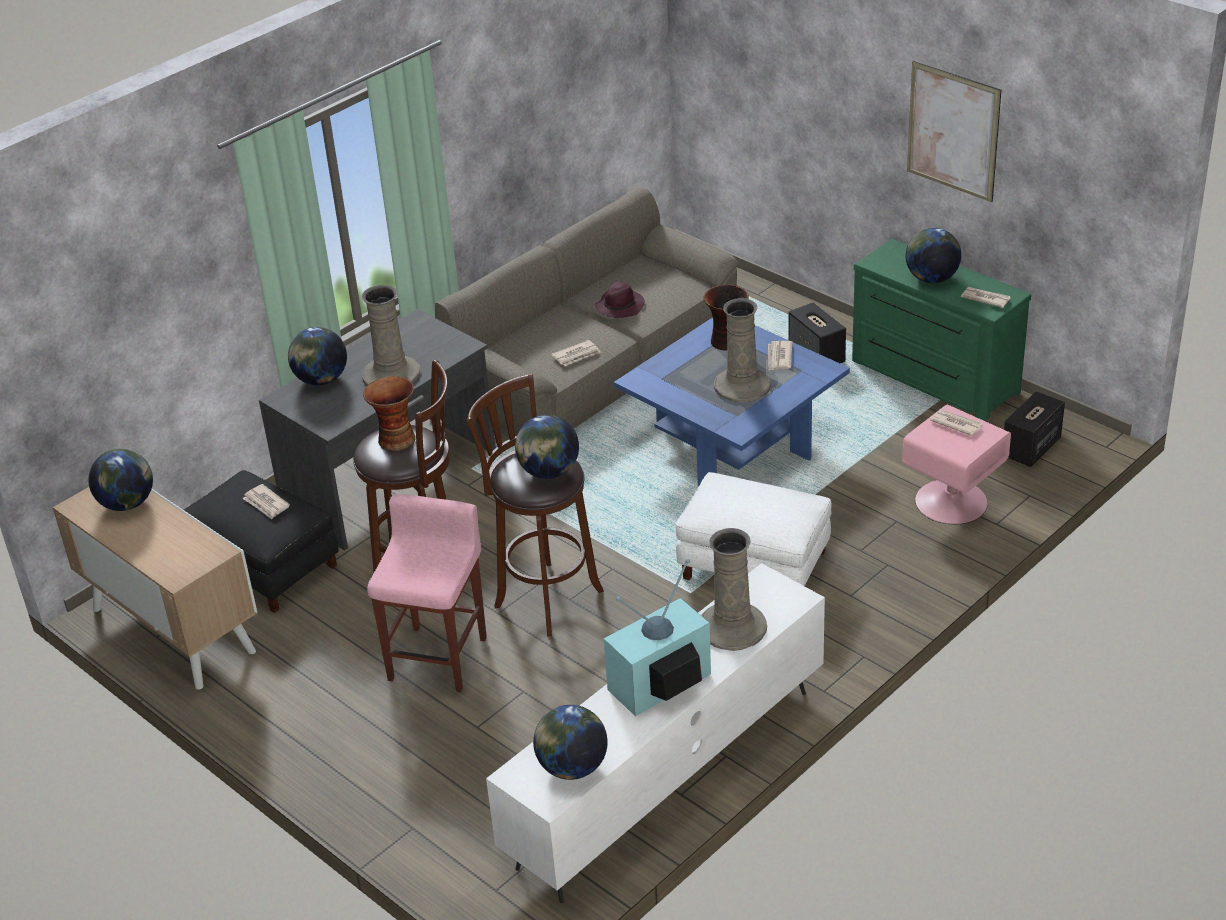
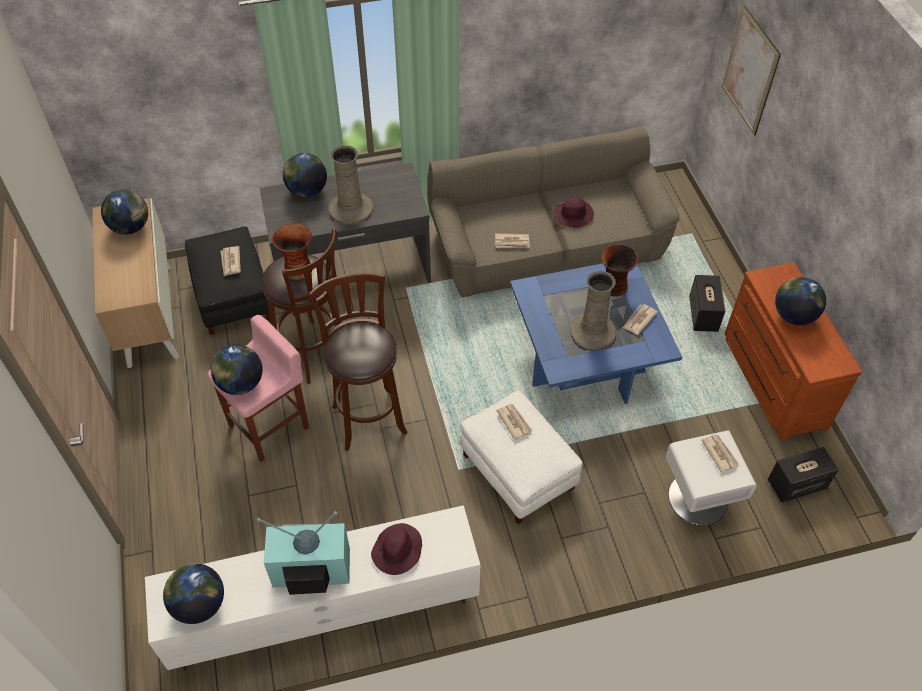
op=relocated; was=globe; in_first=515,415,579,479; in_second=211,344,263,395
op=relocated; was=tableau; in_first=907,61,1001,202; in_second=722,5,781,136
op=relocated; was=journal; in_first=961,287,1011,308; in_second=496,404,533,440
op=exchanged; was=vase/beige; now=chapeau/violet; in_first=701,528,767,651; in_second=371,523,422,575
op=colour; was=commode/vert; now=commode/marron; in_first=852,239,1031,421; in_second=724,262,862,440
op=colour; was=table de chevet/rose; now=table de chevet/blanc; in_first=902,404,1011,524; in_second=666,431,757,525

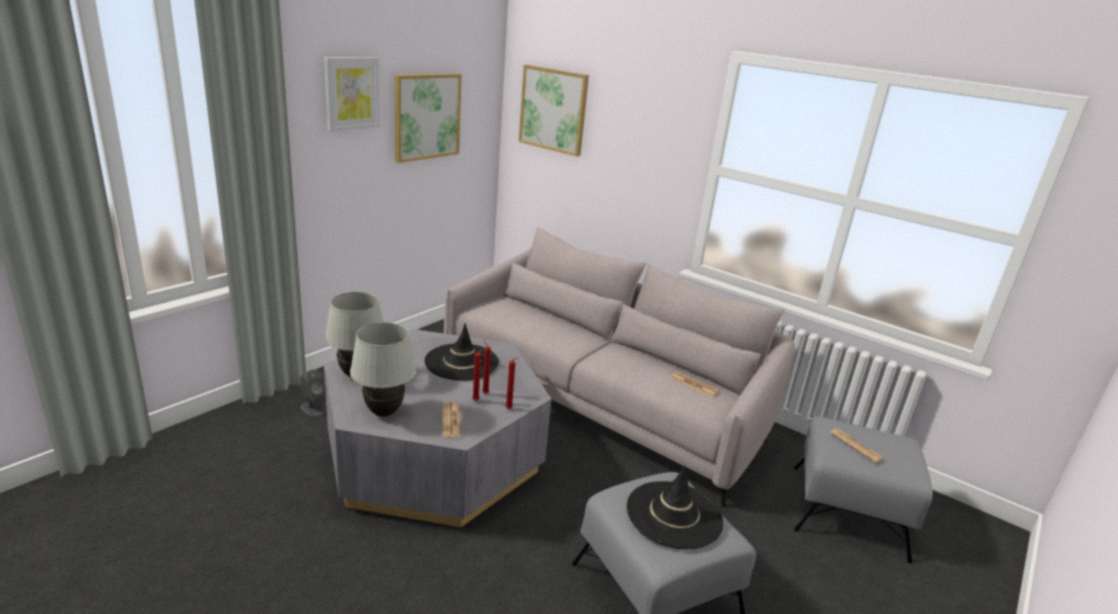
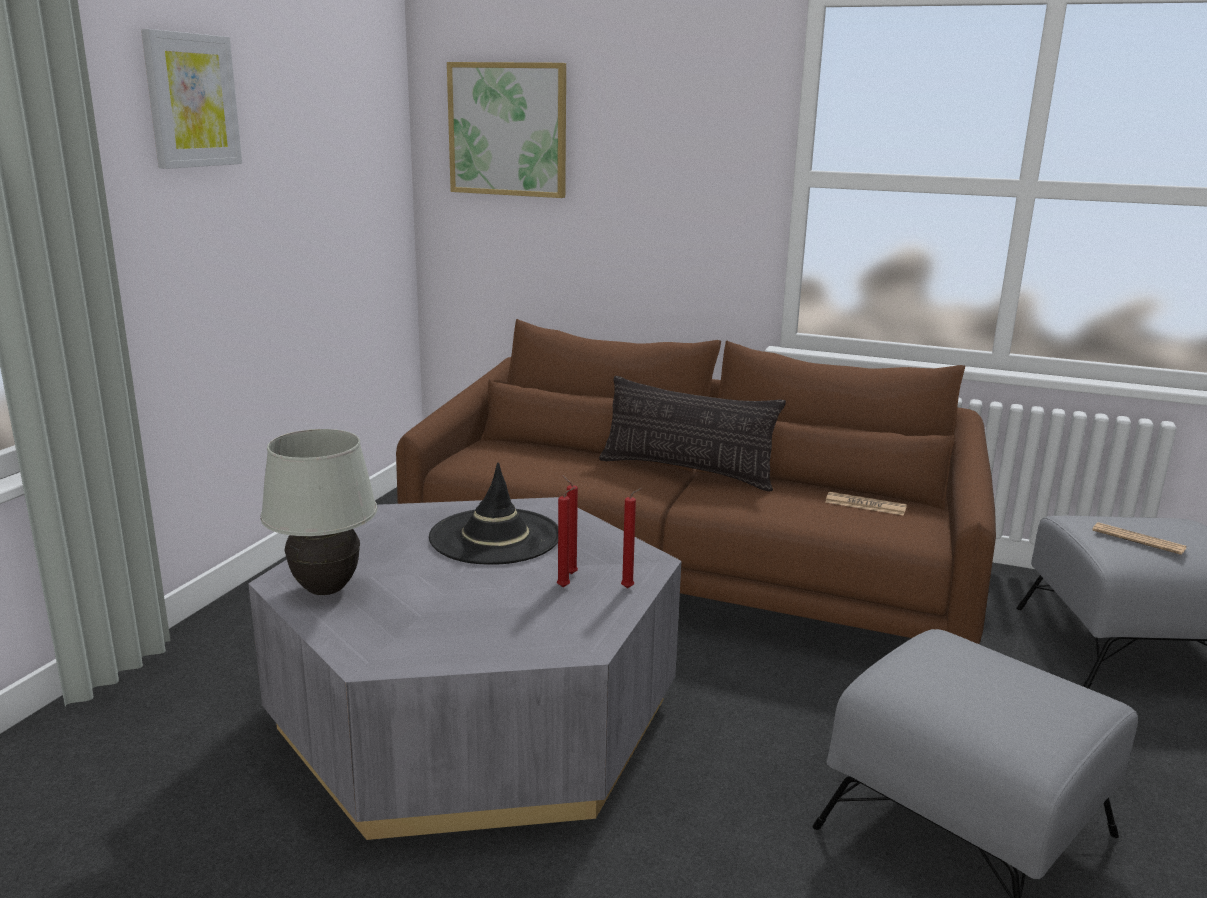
op=missing; was=enceinte/gris; in_first=300,369,327,417
op=missing; was=lampe de table/blanc; in_first=350,322,416,417
op=missing; was=tableau; in_first=394,73,462,163
op=missing; was=journal; in_first=442,402,460,437
op=missing; was=chapeau/noir; in_first=626,465,723,549
op=appeared; now=coussin; in_second=599,376,786,492
op=colour; was=canapé/gris; now=canapé/marron; in_first=444,227,795,507; in_second=396,319,996,644

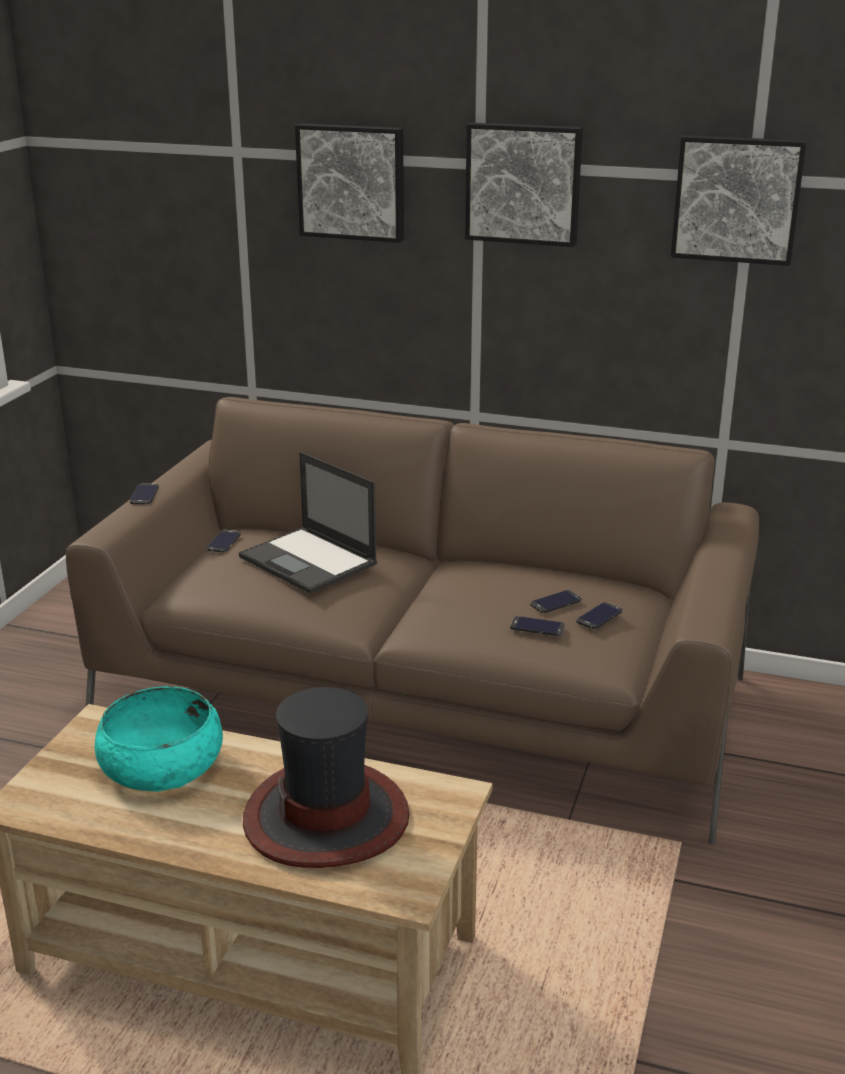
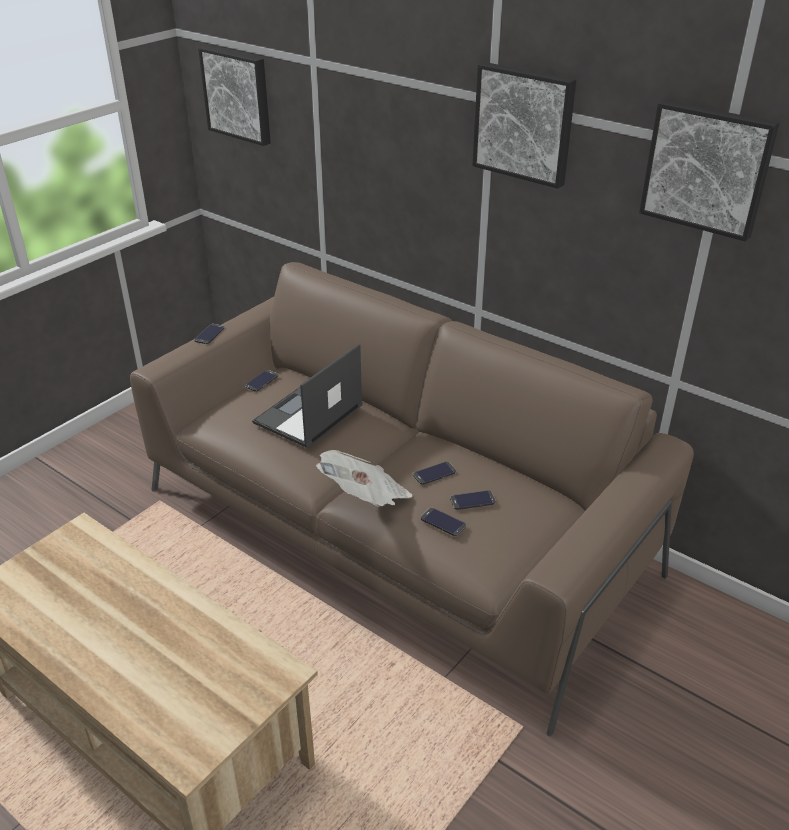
op=missing; was=bol/turquoise; in_first=95,686,223,792
op=missing; was=chapeau; in_first=243,687,410,868
op=appeared; now=journal; in_second=316,450,412,507
op=relocated; was=tableau; in_first=295,123,404,243; in_second=198,46,271,146
op=relocated; was=téléphone; in_first=576,602,623,629; in_second=413,462,456,485
op=spun; was=ordinateur portable; in_first=239,452,377,594; in_second=252,344,363,448; clockwise=60

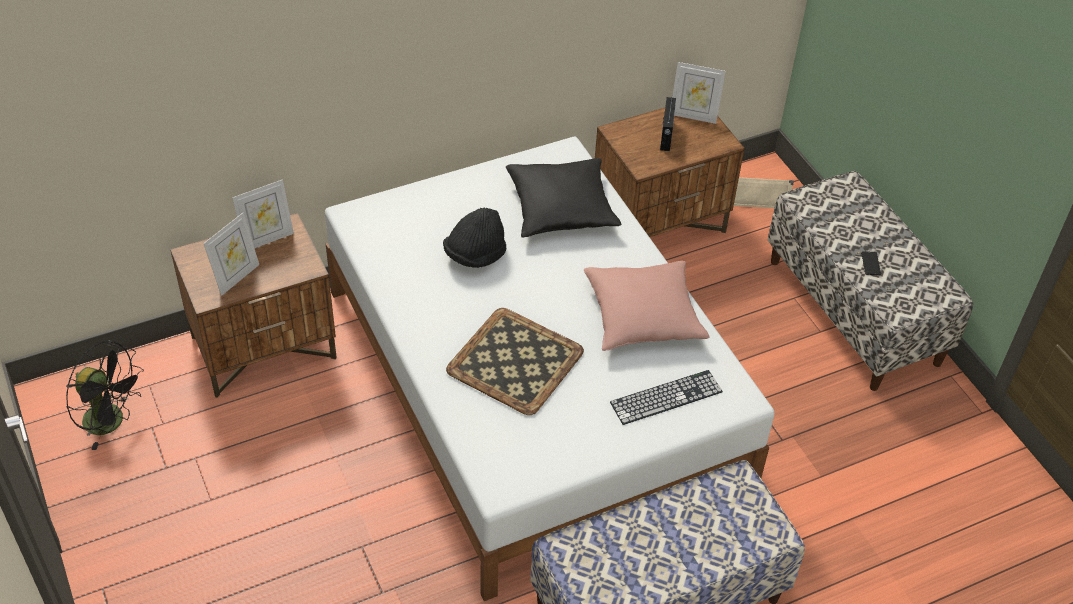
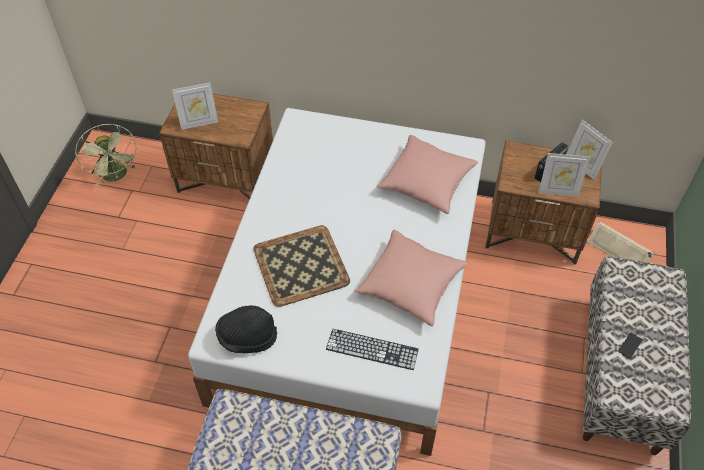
op=relocated; was=cadre photo; in_first=232,179,294,248; in_second=539,153,590,197
op=relocated; was=chapeau/noir; in_first=443,208,506,268; in_second=215,305,277,353
op=colour; was=ventilateur/noir; now=ventilateur/vert; in_first=66,340,144,450; in_second=75,124,138,187
op=colour; was=coussin/noir; now=coussin/rose; in_first=506,158,621,238; in_second=376,135,478,214

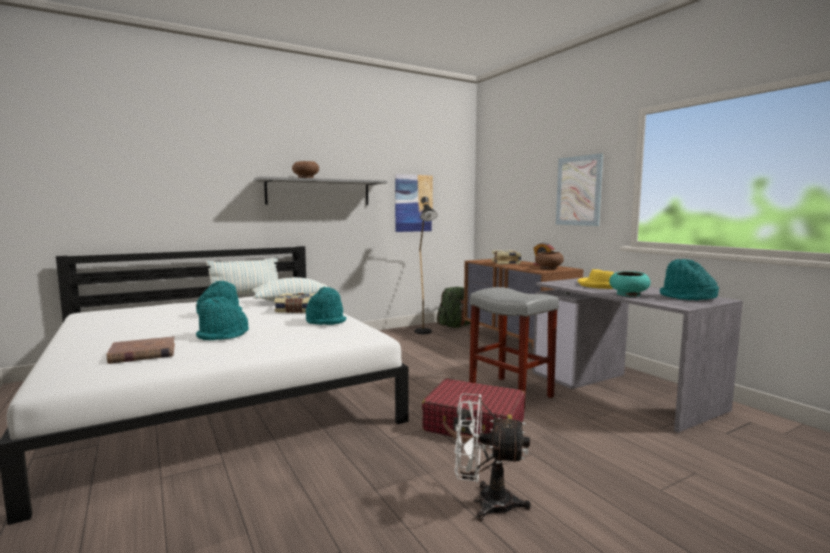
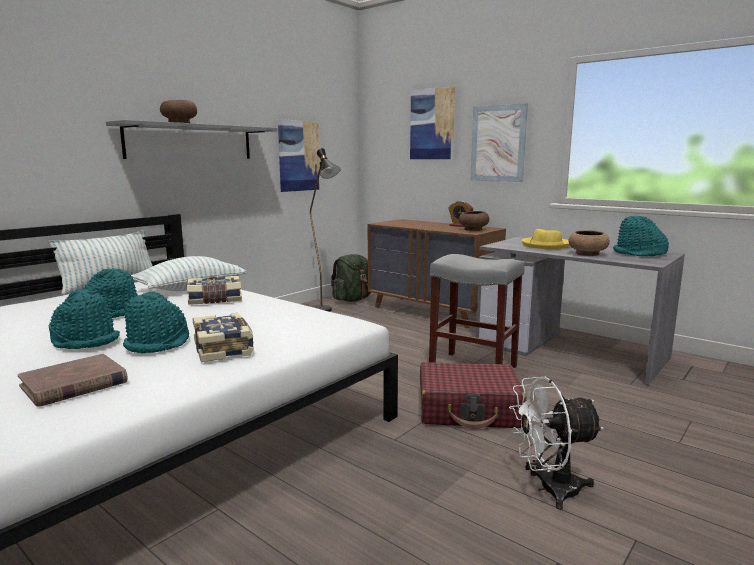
op=appeared; now=tableau; in_second=410,86,455,159
op=relocated; was=chapeau/turquoise; in_first=306,287,347,325; in_second=49,289,120,349
op=relocated; was=livre; in_first=492,250,521,264; in_second=192,313,254,362
op=colour; was=bol/turquoise; now=bol/marron; in_first=609,271,650,297; in_second=569,230,610,256

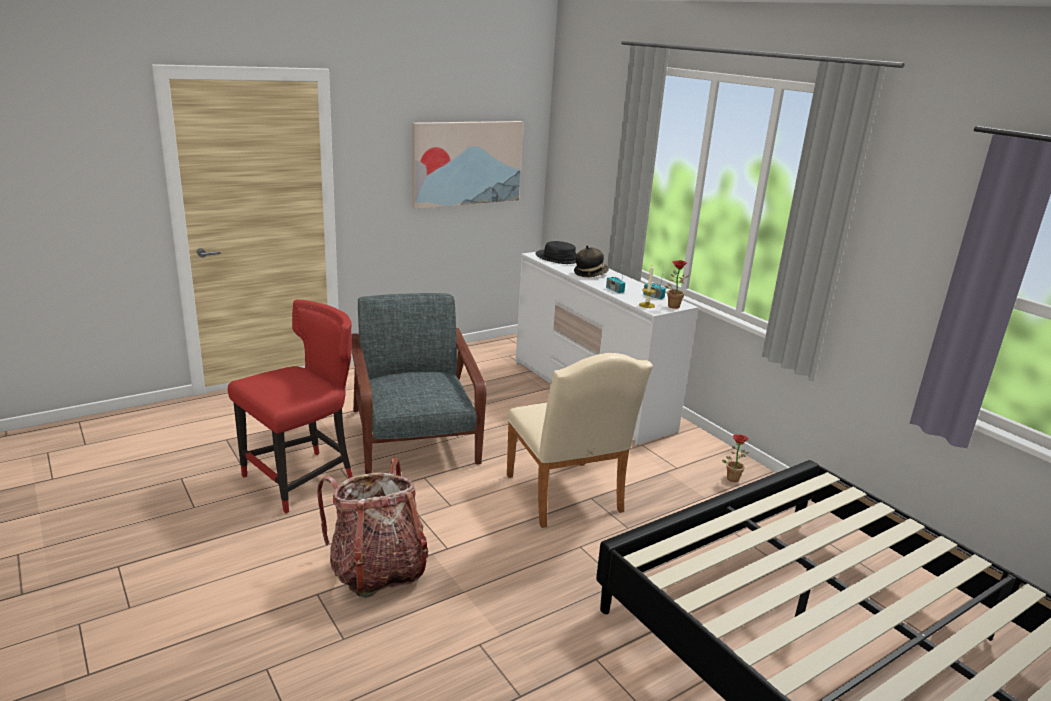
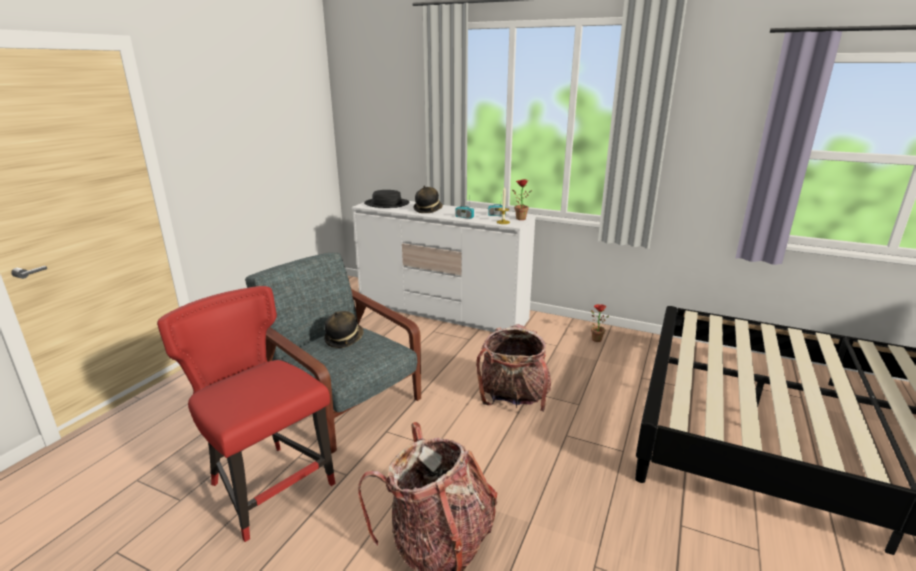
op=missing; was=tableau; in_first=412,121,523,209
op=appeared; now=chapeau; in_second=324,311,364,348
op=exchanged; was=chaise/beige; now=sac à dos; in_first=507,353,653,528; in_second=476,324,551,412
op=spun; was=chaise/rouge; in_first=228,299,353,513; in_second=157,286,335,542; clockwise=-60

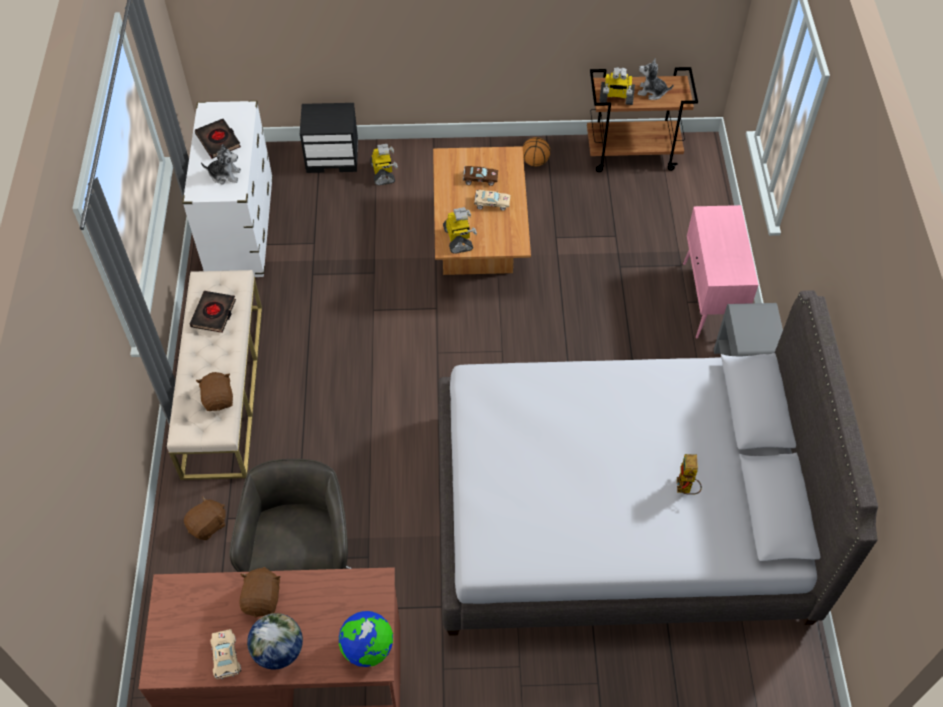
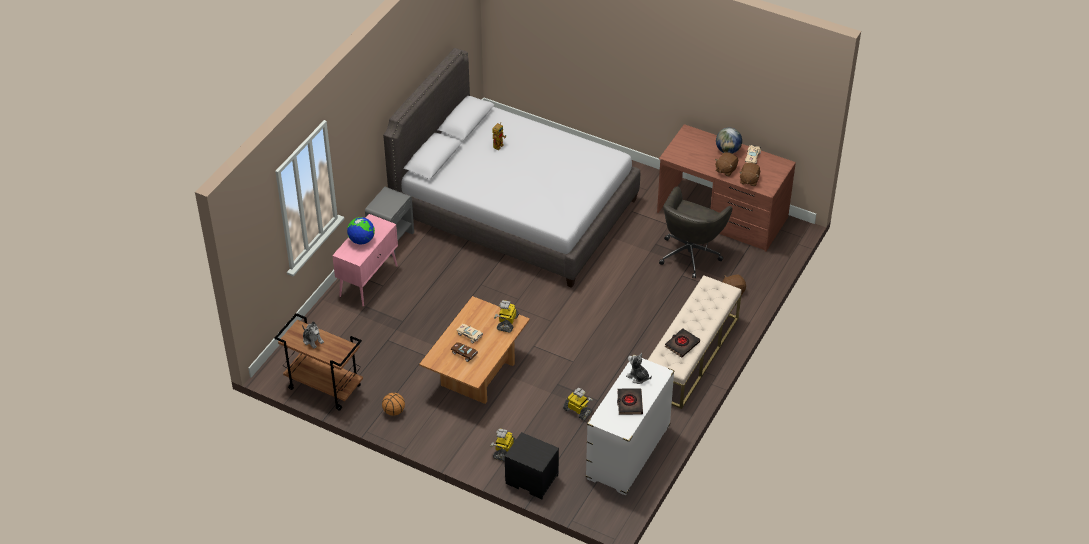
op=relocated; was=peluche/marron; in_first=196,372,233,411; in_second=739,163,760,186
op=relocated; was=globe; in_first=339,611,393,667; in_second=347,217,375,244
op=relocated; was=robot jouet; in_first=599,67,635,105; in_second=563,388,593,421

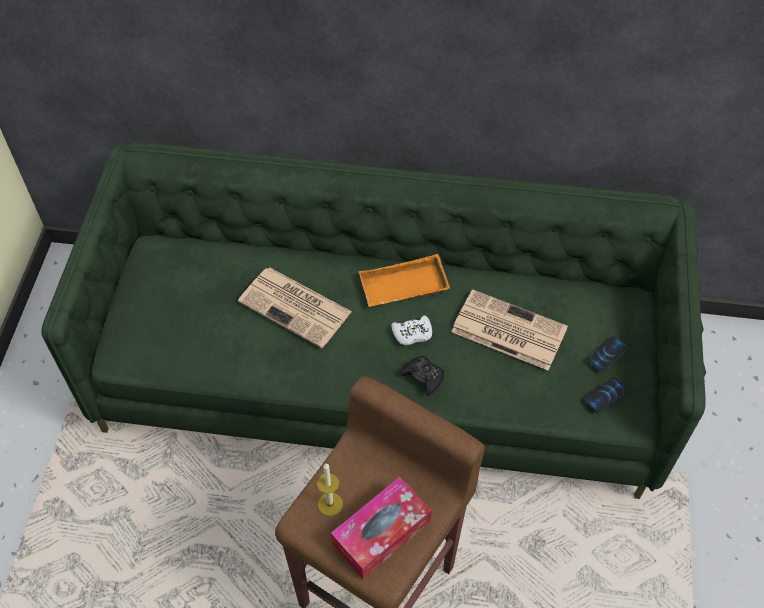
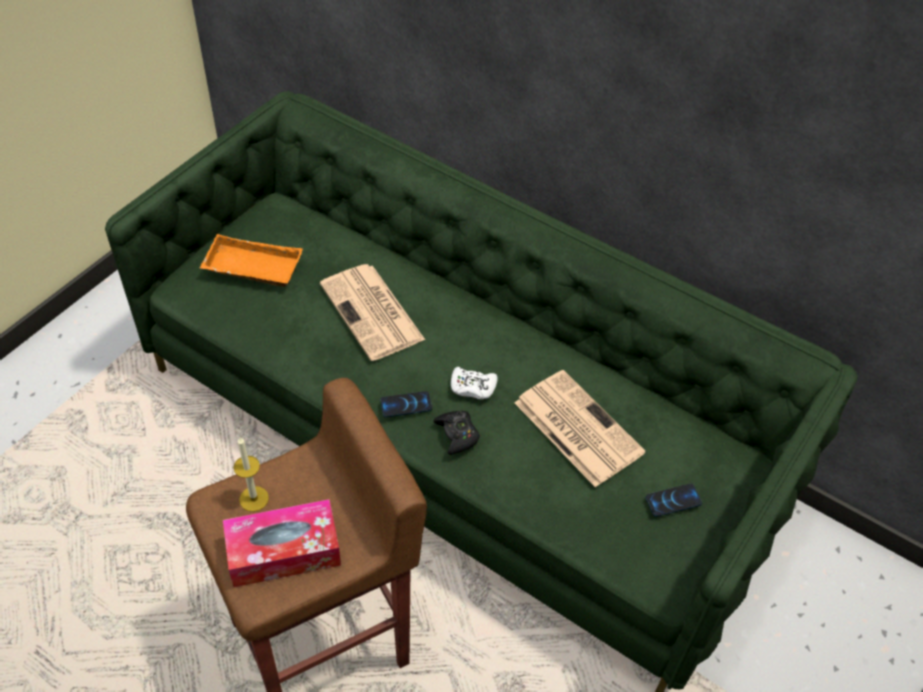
op=relocated; was=plateau/orange; in_first=358,254,450,307; in_second=200,234,303,287
op=relocated; was=téléphone; in_first=585,377,628,413; in_second=380,391,432,417

